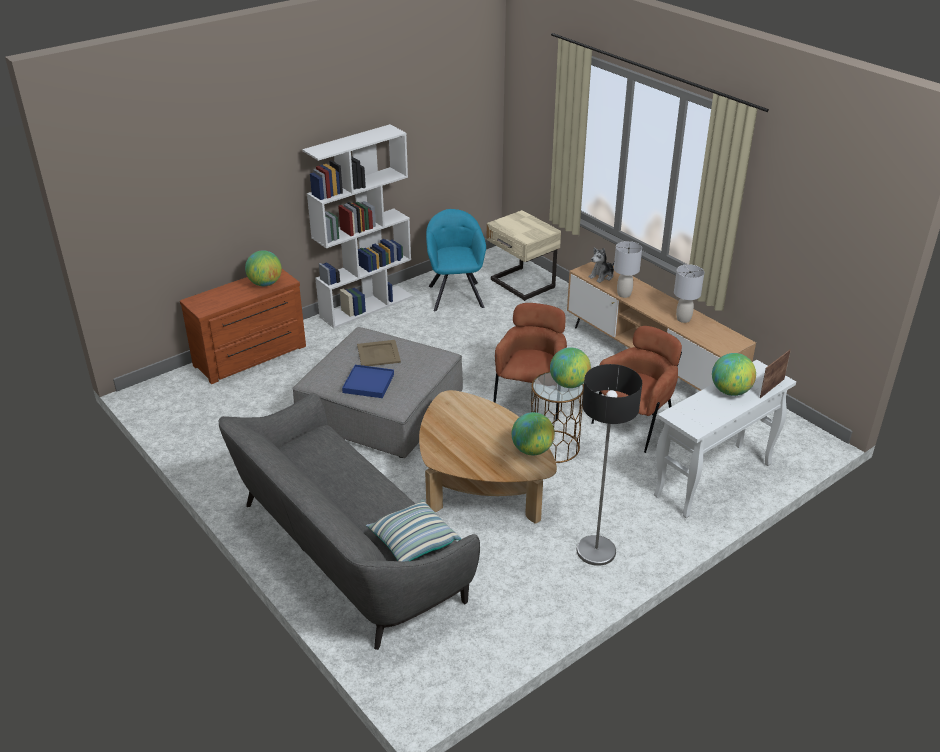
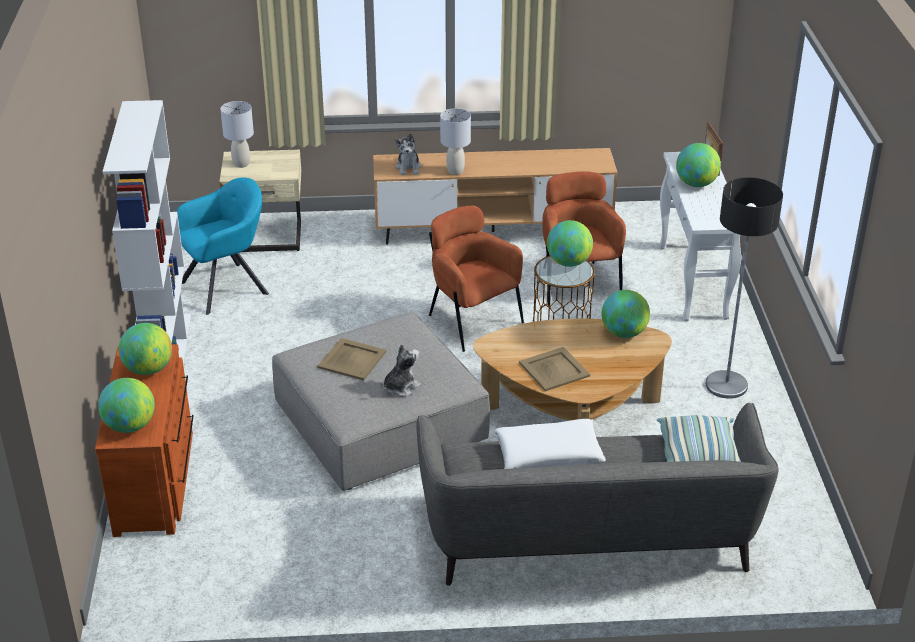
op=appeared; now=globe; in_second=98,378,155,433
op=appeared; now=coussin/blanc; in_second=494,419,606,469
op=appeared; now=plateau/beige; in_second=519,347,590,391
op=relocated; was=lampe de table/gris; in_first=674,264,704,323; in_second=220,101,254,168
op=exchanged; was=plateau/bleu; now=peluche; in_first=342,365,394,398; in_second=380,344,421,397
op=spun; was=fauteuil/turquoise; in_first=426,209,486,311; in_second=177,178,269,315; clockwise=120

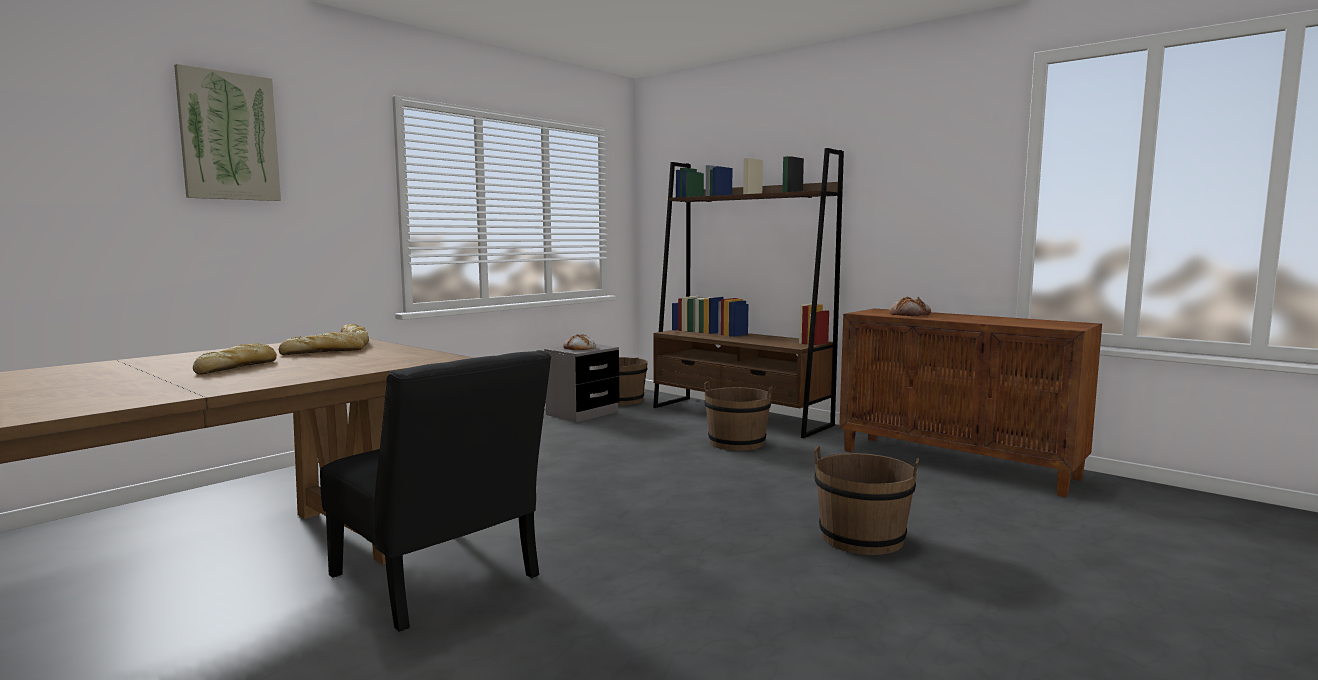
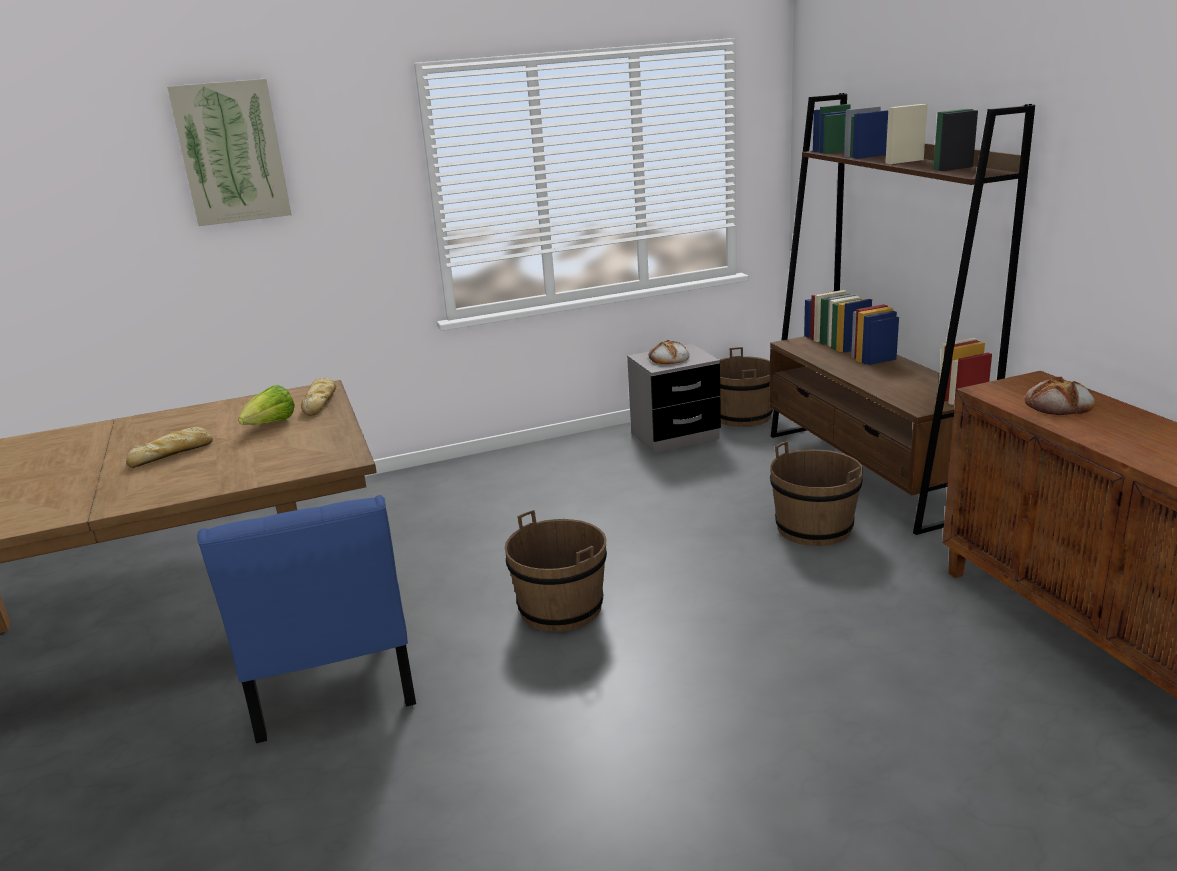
op=relocated; was=seau/marron; in_first=814,446,919,555; in_second=505,510,607,632
op=exchanged; was=pain; now=laitue; in_first=278,332,364,355; in_second=238,385,295,425
op=colour; was=chaise/noir; now=chaise/bleu; in_first=320,350,551,632; in_second=197,495,416,743

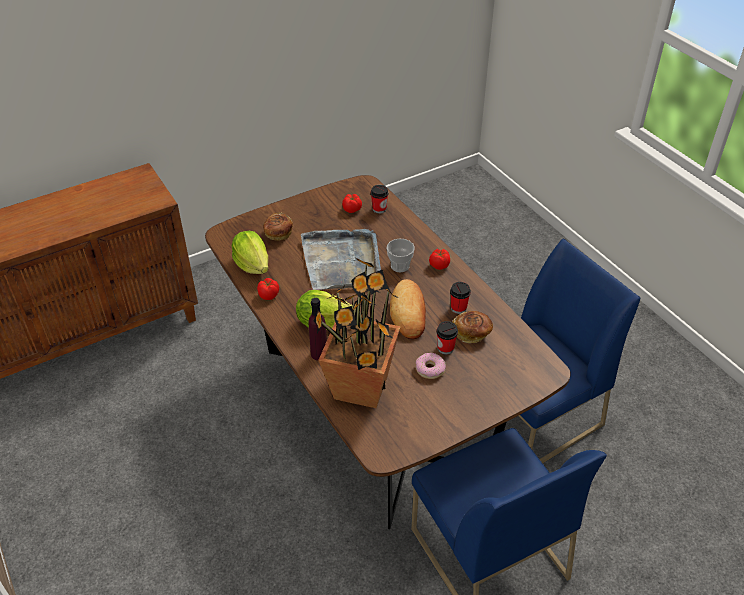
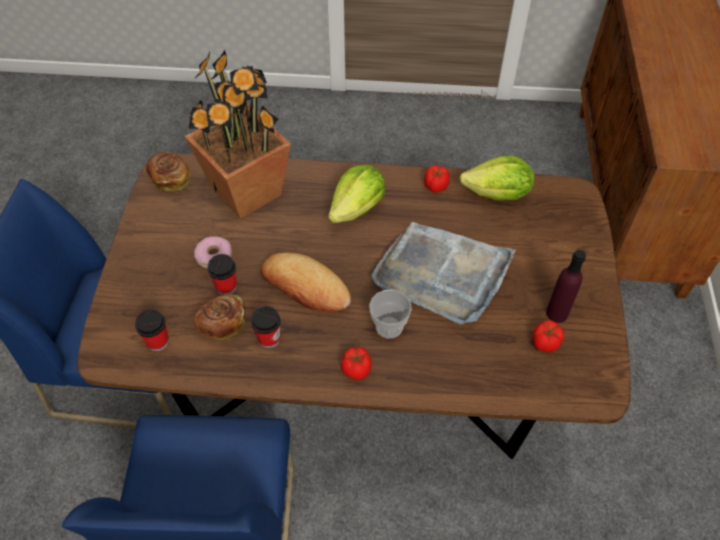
op=relocated; was=pain; in_first=263,212,293,241; in_second=146,152,190,193
op=relocated; was=bouteille/violet; in_first=309,298,327,360; in_second=546,250,586,323
op=relocated; was=tasse; in_first=371,185,388,214; in_second=135,309,169,351

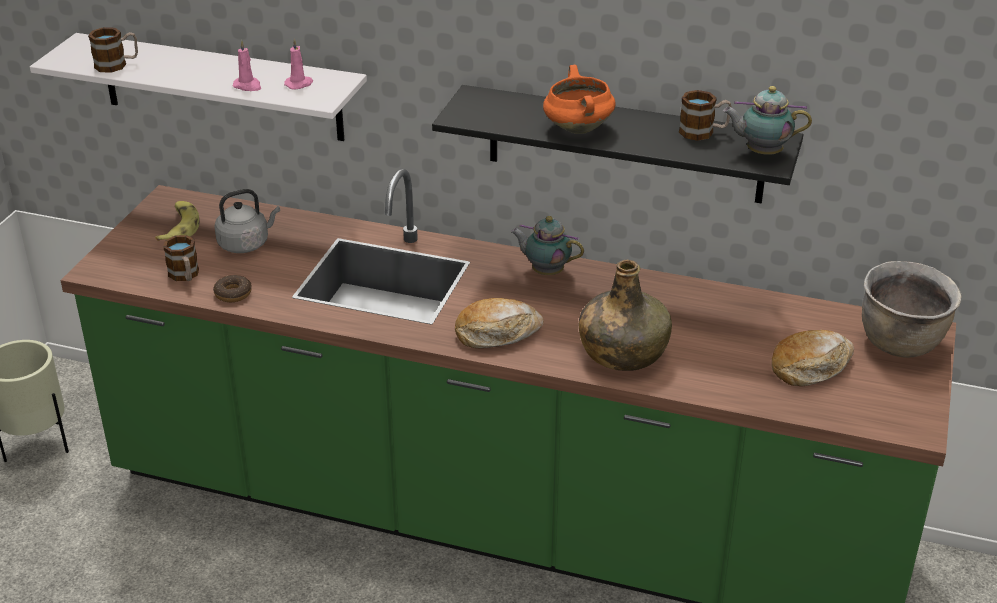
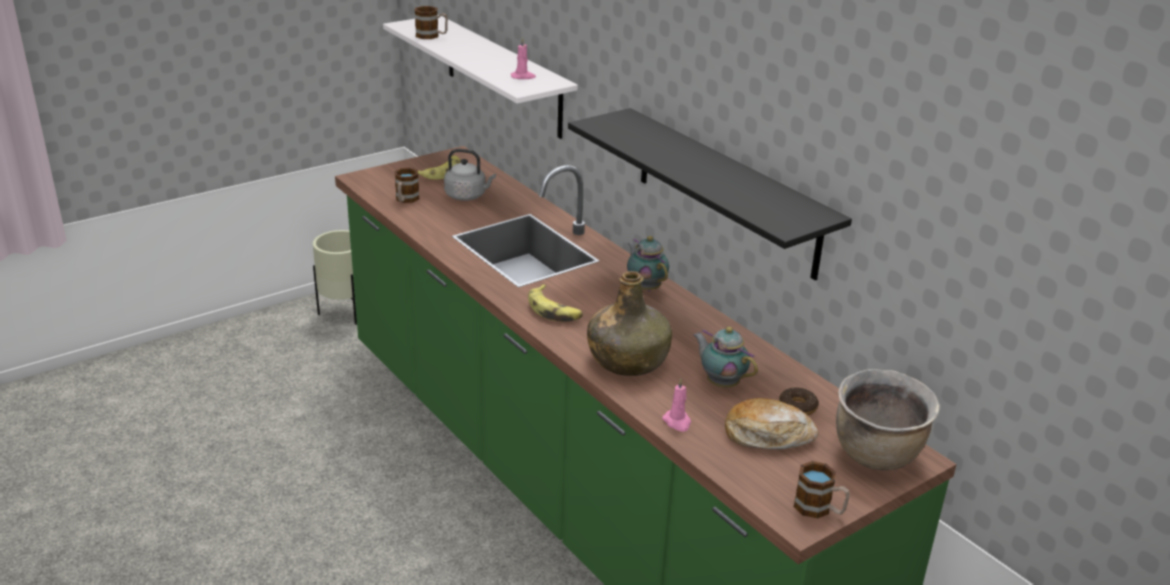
op=missing; was=marmite/orange; in_first=543,65,616,134
op=relocated; was=beignet; in_first=213,275,252,302; in_second=779,387,819,415
op=relocated; was=bougie/rose; in_first=233,40,261,91; in_second=662,379,691,432
op=relocated; was=mug; in_first=679,90,732,141; in_second=794,461,850,519
op=relocated; was=théière; in_first=723,86,812,155; in_second=694,327,758,388
op=exchanged; was=pain; now=banane; in_first=455,298,544,348; in_second=528,284,583,322

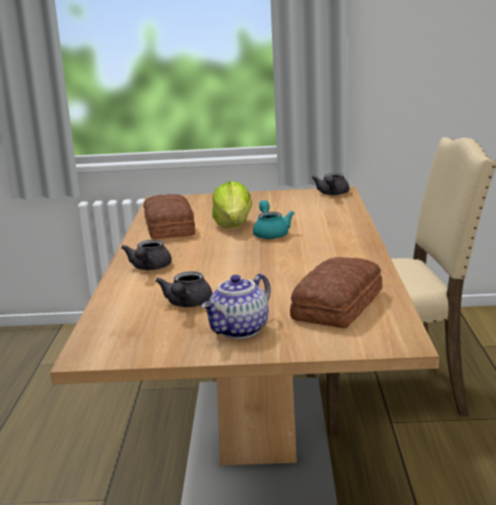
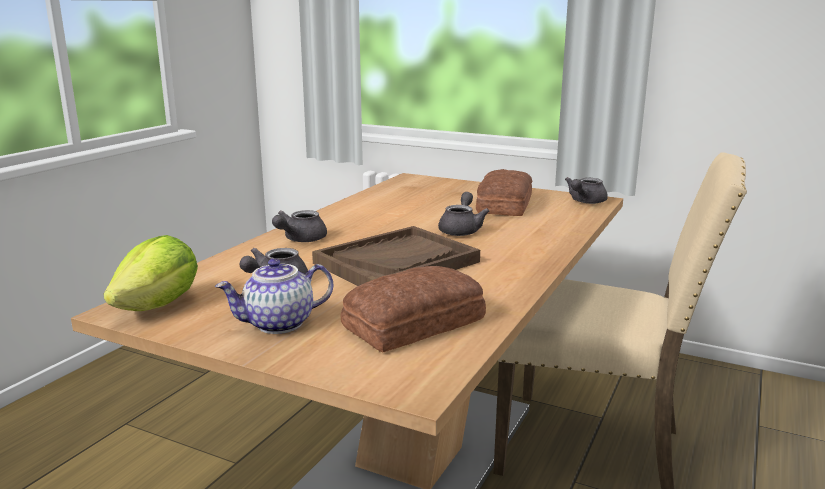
op=appeared; now=plateau/marron; in_second=312,226,480,286
op=relocated; was=pain; in_first=143,194,195,240; in_second=476,169,532,216
op=relocated; was=laitue; in_first=212,181,252,228; in_second=104,235,198,311
op=colour; was=théière/turquoise; now=théière/gris; in_first=253,200,294,239; in_second=438,192,489,236

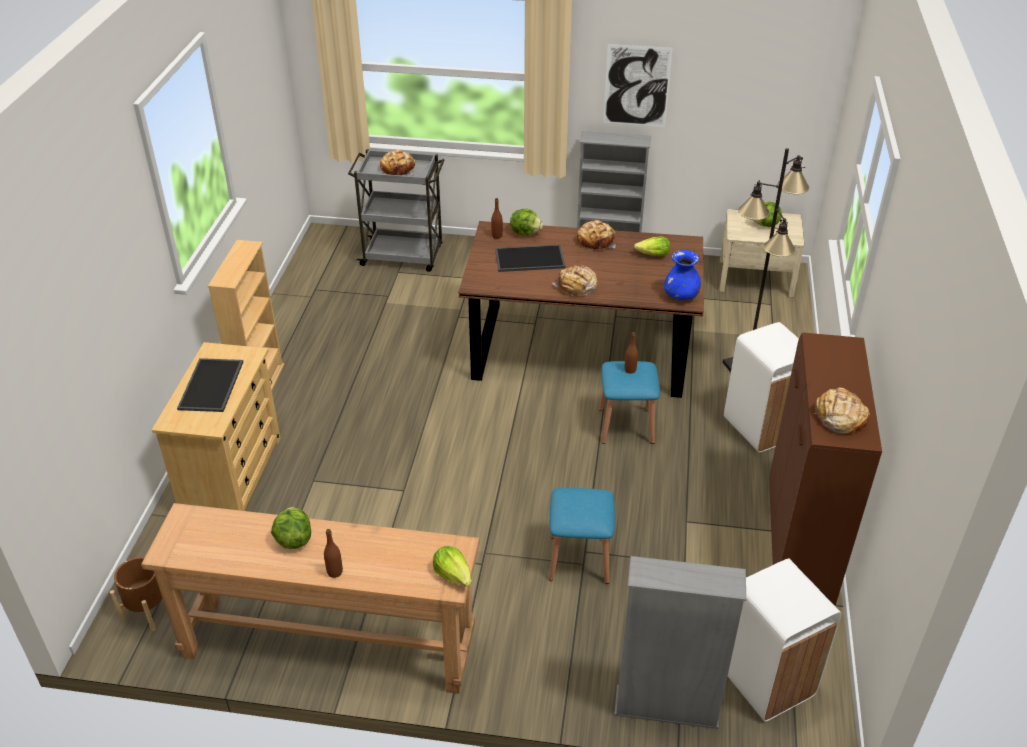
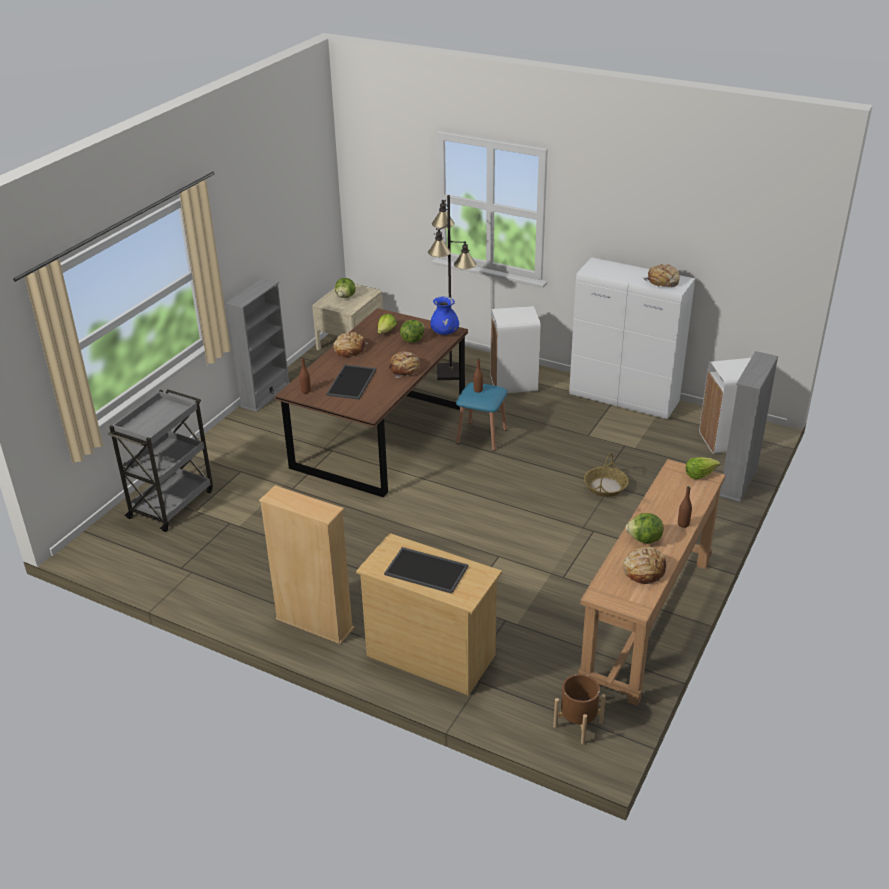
op=missing; was=tableau; in_first=603,44,673,127
op=relocated; was=pain; in_first=380,149,415,175; in_second=623,547,668,584
op=relocated; was=laitue; in_first=510,209,543,236; in_second=400,320,425,343
op=exchanged; was=tabouret/bleu; now=panier; in_first=549,488,615,584; in_second=584,453,629,497
op=colour; was=meuble de rangement/marron; now=meuble de rangement/blanc; in_first=769,333,882,605; in_second=569,257,695,419

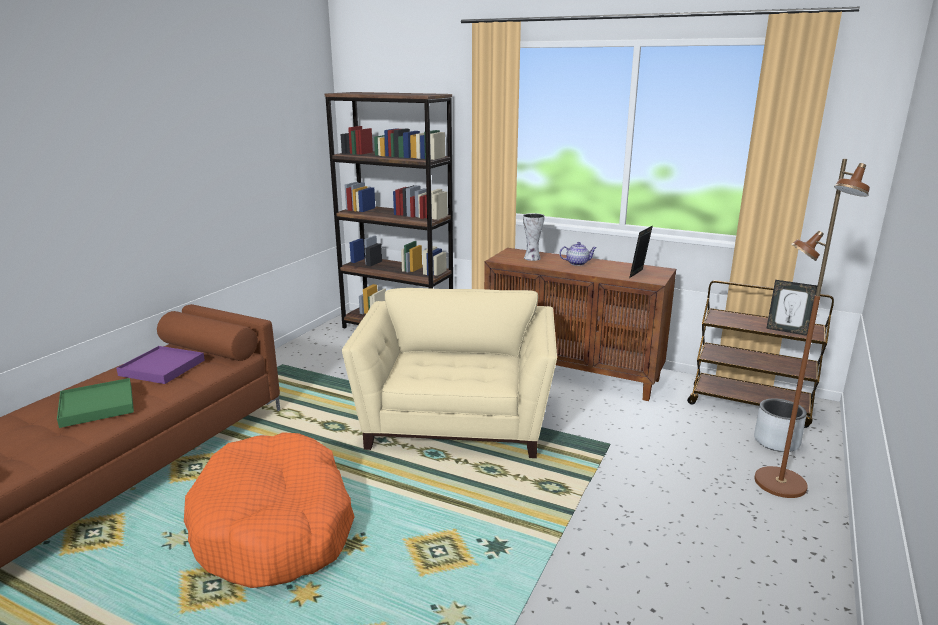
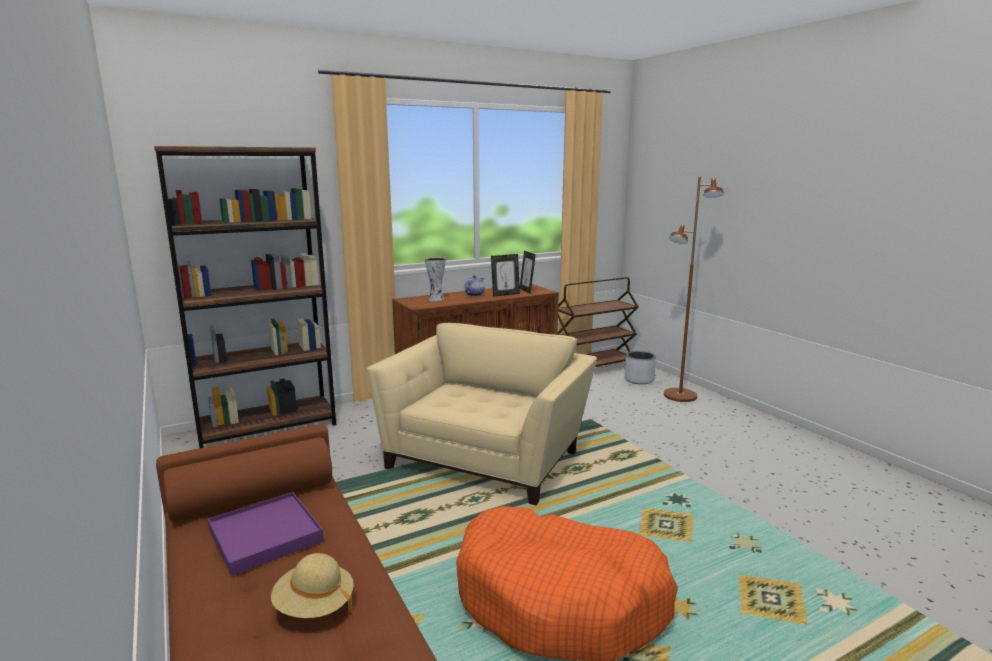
op=relocated; was=cadre photo; in_first=766,280,817,336; in_second=491,254,520,297
op=exchanged; was=plateau/vert; now=chapeau/beige; in_first=57,378,134,428; in_second=271,553,354,618
op=spun; was=fauteuil/beige; in_first=342,288,557,458; in_second=367,323,597,505; clockwise=75

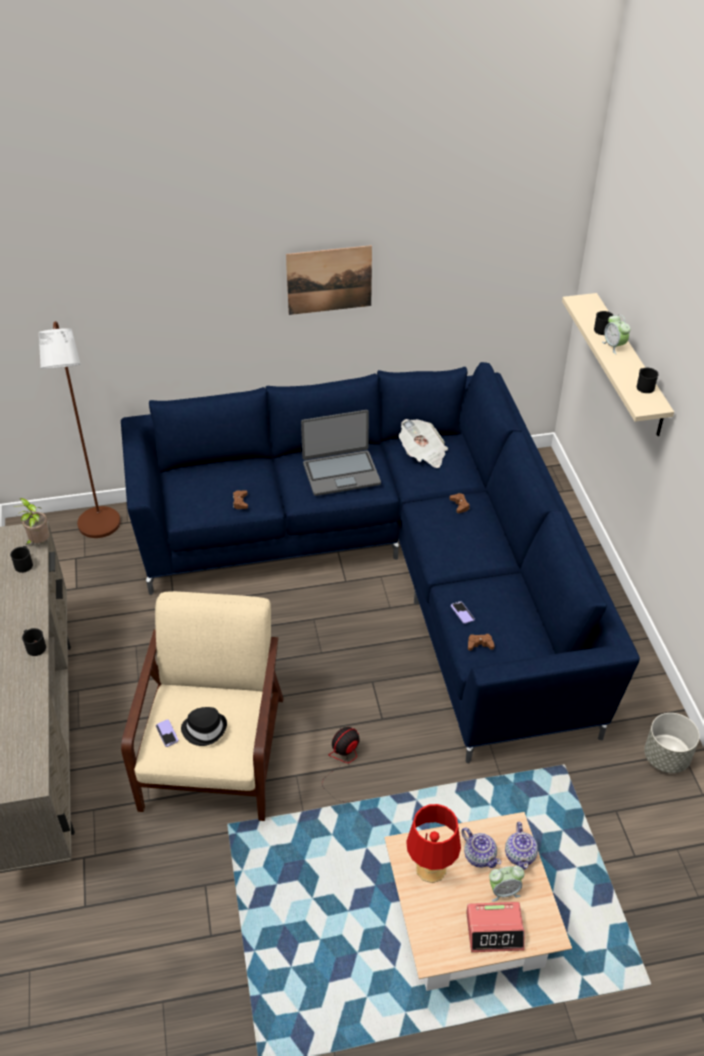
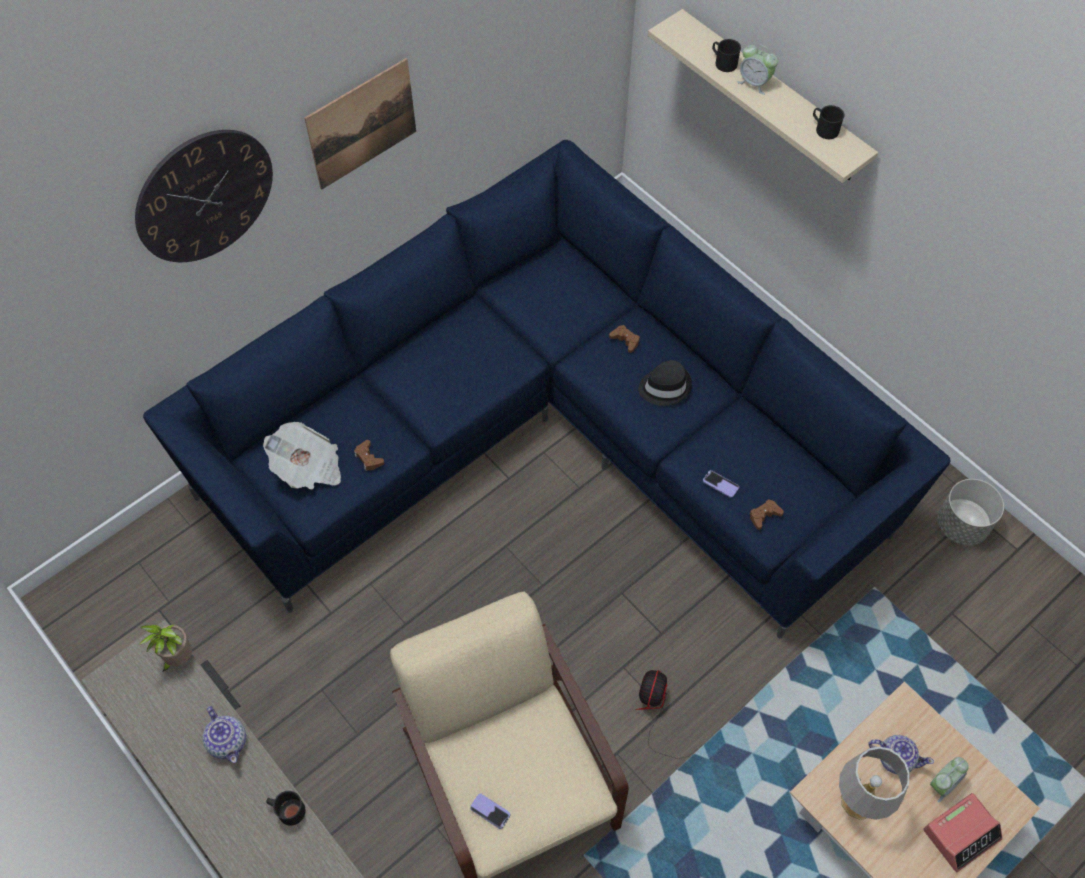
op=missing; was=mug/noir; in_first=10,546,33,573
op=missing; was=lampadaire/marron; in_first=39,321,121,538
op=missing; was=ordinateur portable; in_first=301,410,381,496
op=appeared; now=horloge murale; in_second=135,130,273,262
op=relocated; was=chapeau/noir; in_first=181,707,227,746; in_second=638,360,692,406
op=relocated; was=journal; in_first=399,419,448,468; in_second=263,422,341,490
op=relocated; was=théière; in_first=505,822,538,870; in_second=202,706,246,763
op=colour; was=lampe de table/rouge; now=lampe de table/gris; in_first=406,804,461,883; in_second=839,747,910,820

